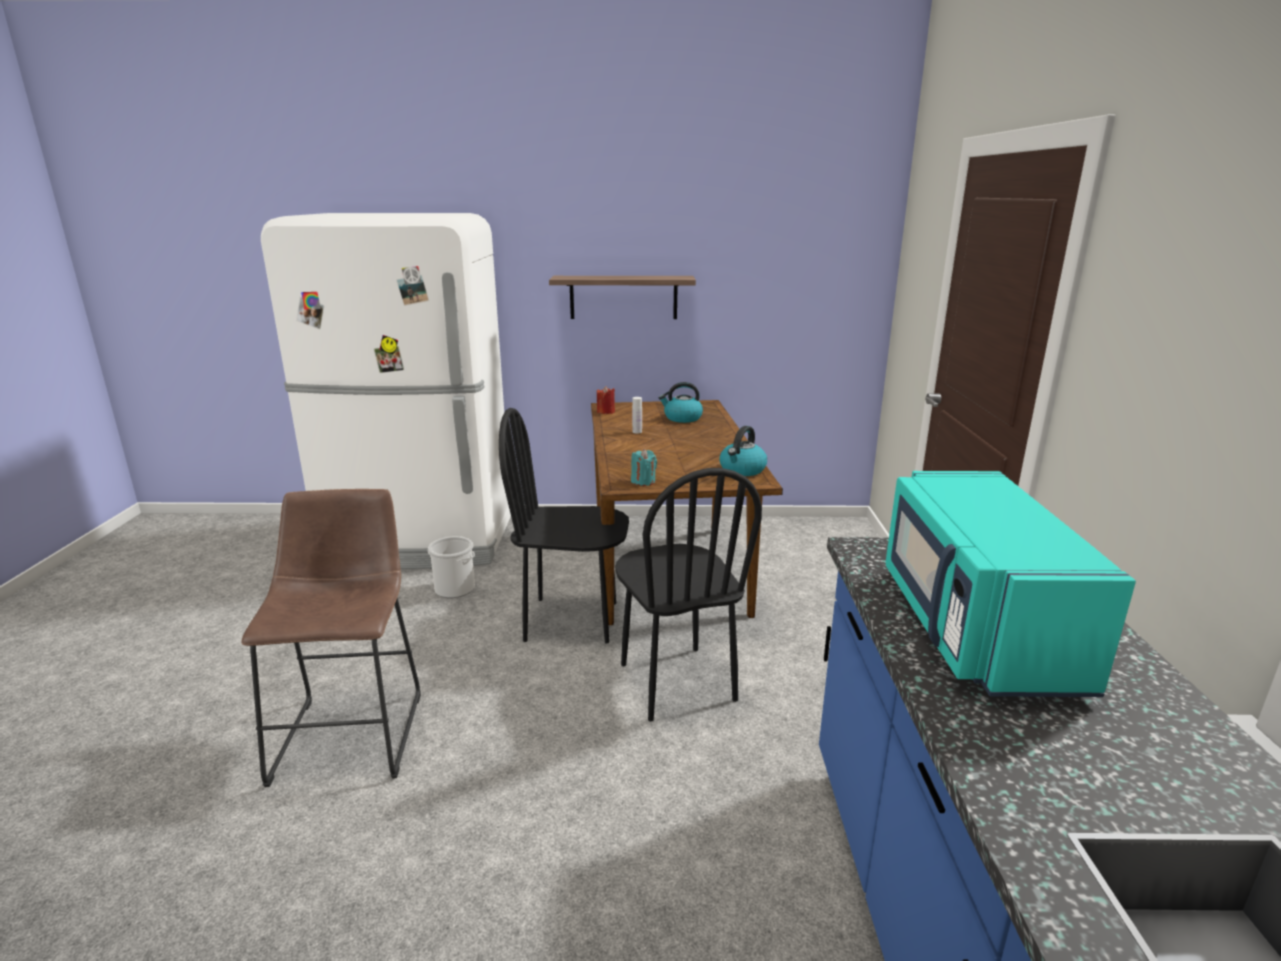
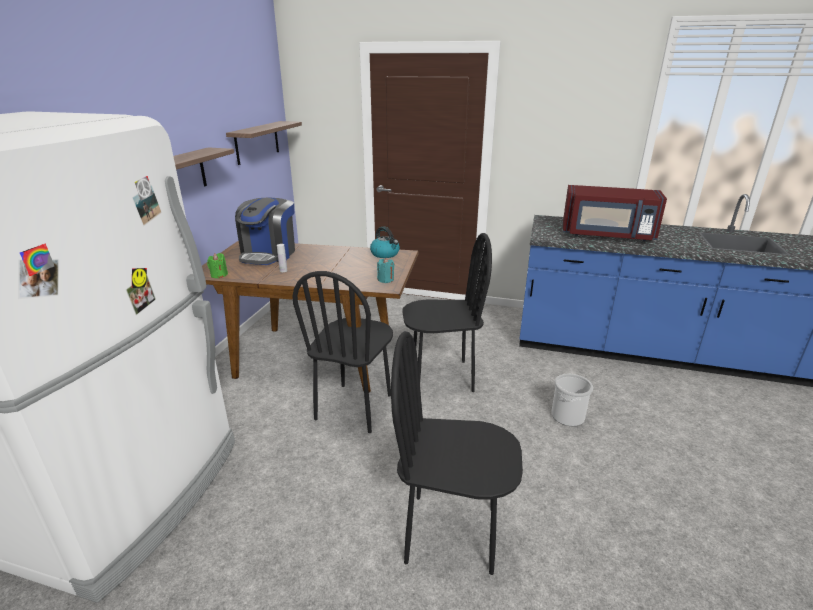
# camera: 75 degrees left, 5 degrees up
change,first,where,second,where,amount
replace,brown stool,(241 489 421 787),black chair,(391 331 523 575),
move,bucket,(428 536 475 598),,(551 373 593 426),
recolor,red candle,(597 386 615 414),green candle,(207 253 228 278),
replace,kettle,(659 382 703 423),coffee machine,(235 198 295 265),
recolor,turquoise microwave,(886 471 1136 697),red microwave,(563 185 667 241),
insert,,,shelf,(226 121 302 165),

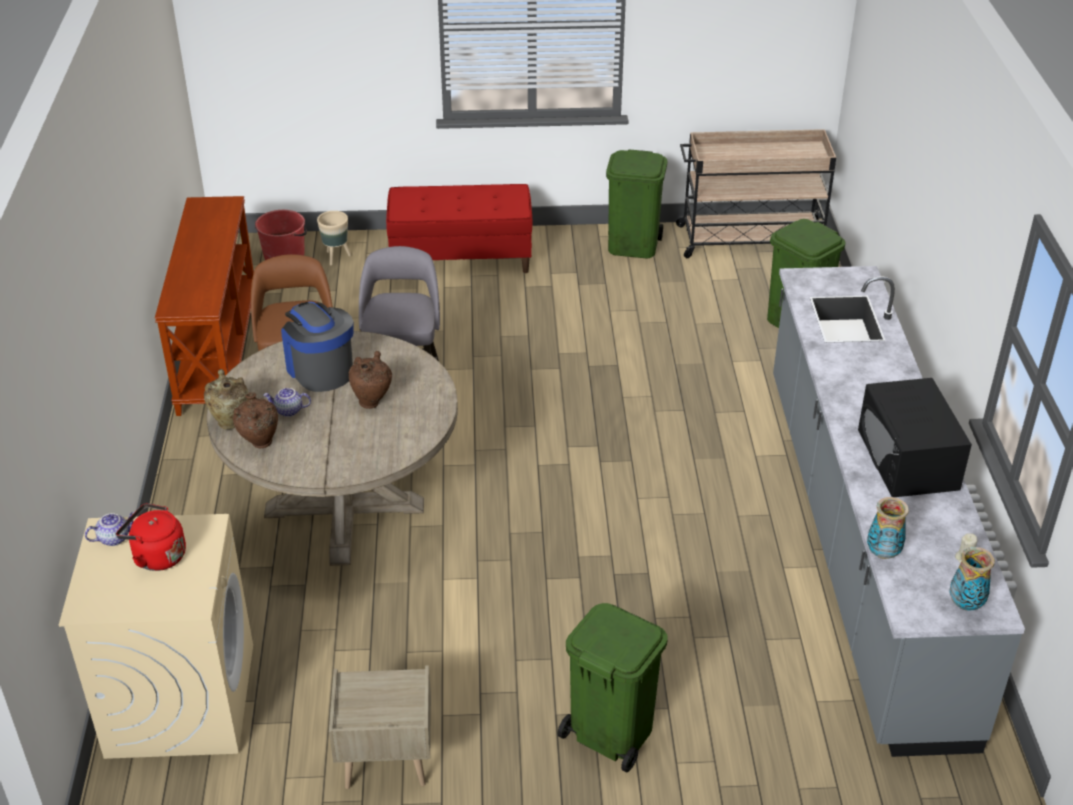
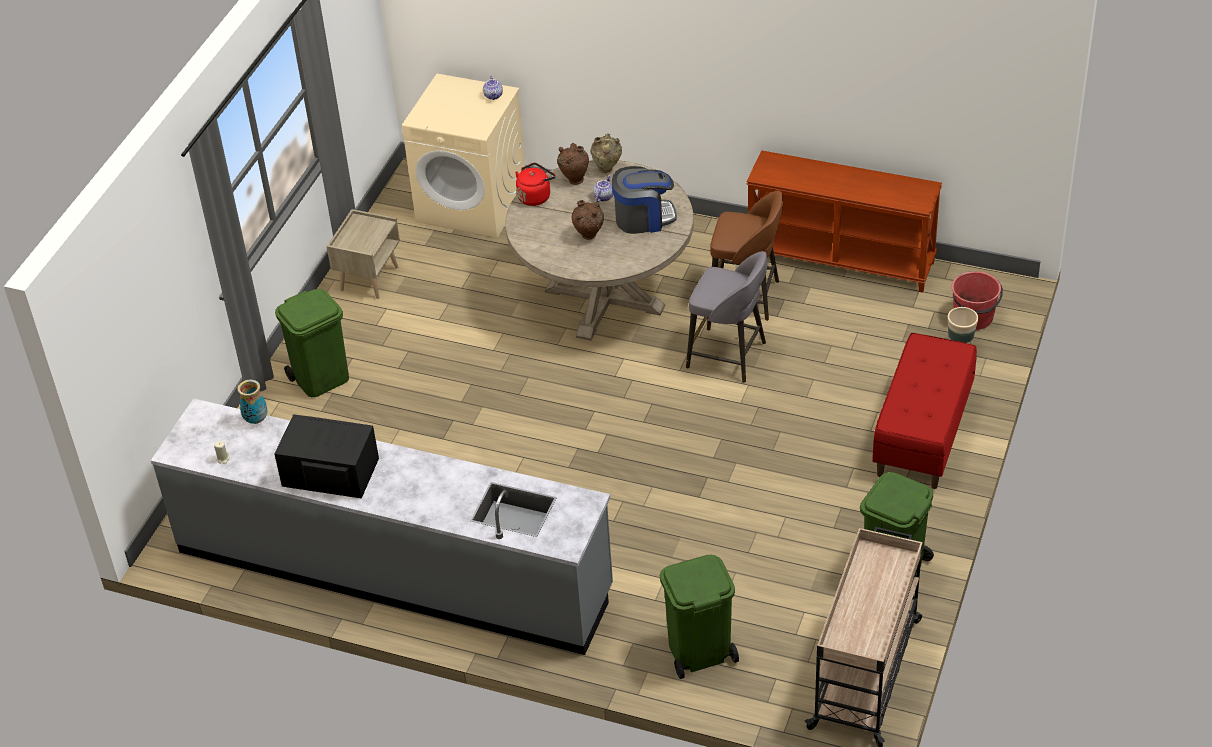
# camera: 115 degrees right, 5 degrees up
change,first,where,second,where,amount
move,red kettle,(116 503 186 571),,(515 163 556 206),
delete,vase,(949 547 995 610),,,

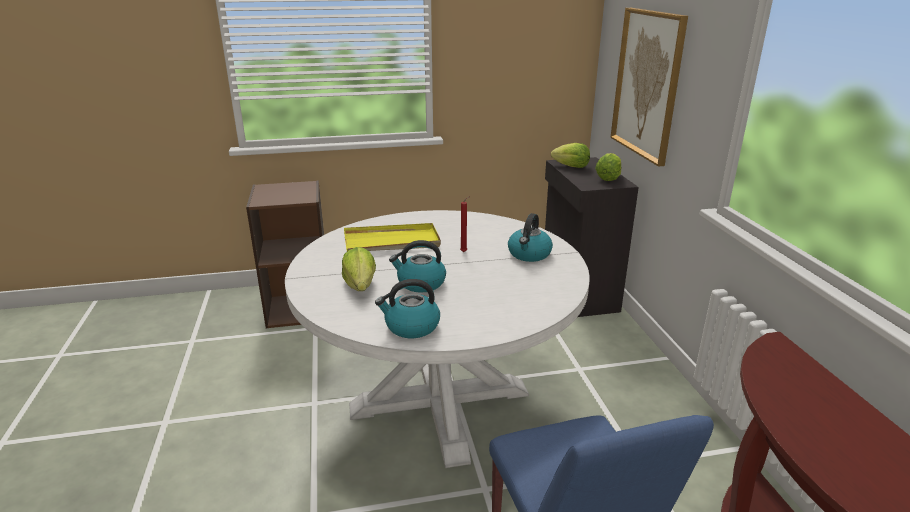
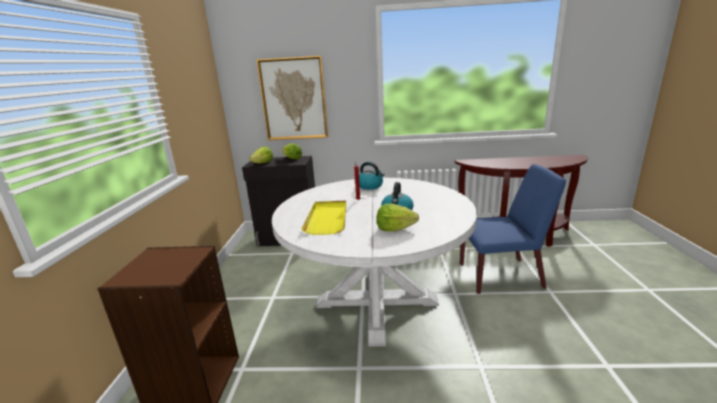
# camera: 75 degrees left, 5 degrees down
change,first,where,second,where,amount
delete,kettle,(375 279 440 338),,,

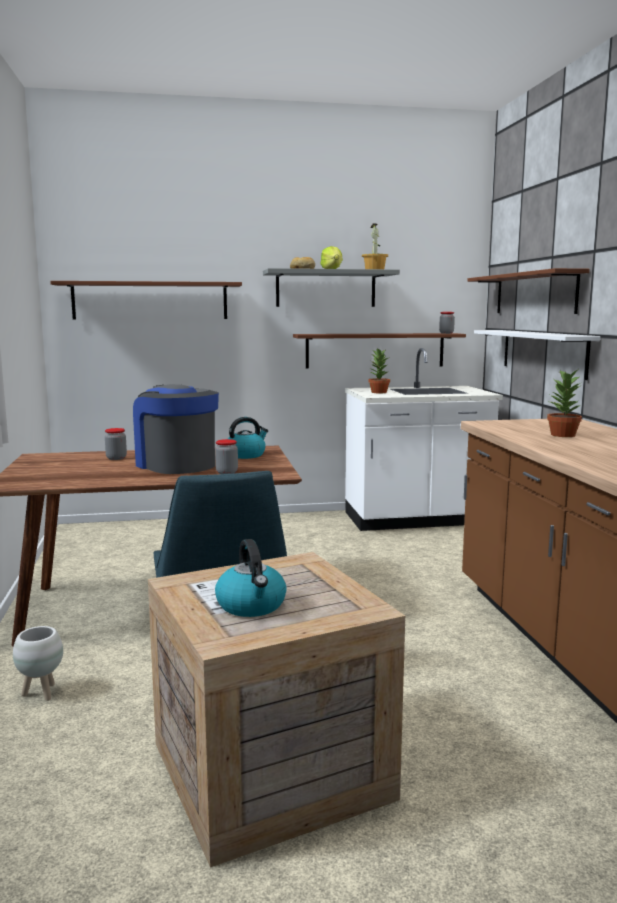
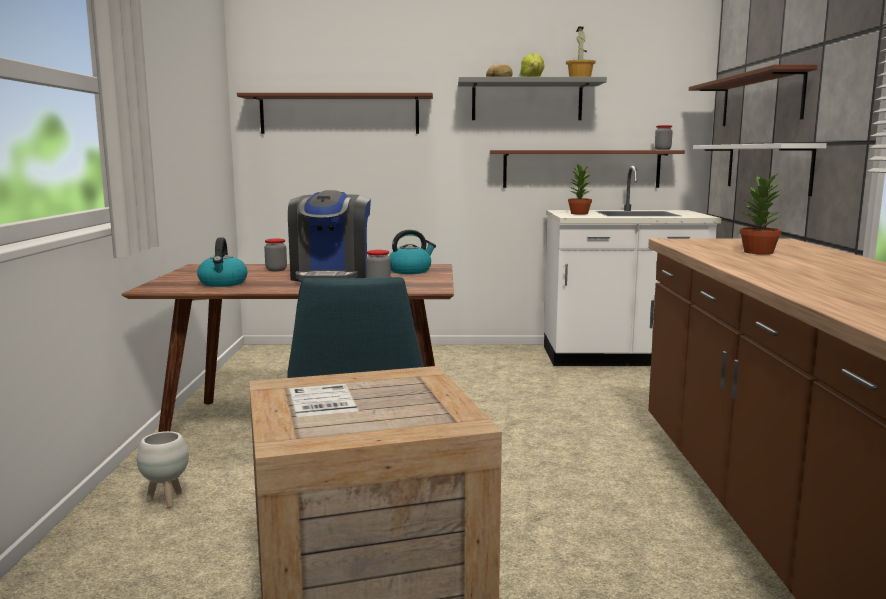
# camera: 10 degrees right, 0 degrees up
change,first,where,second,where,amount
rotate,coffee machine,(133 384 219 474),,(288 190 371 282),150 degrees counterclockwise
move,kettle,(215 539 287 617),,(197 238 247 287),

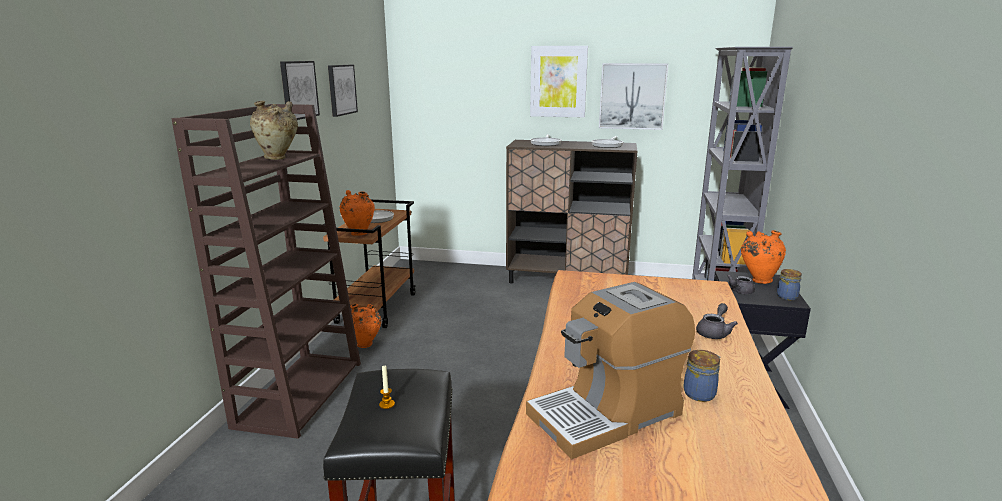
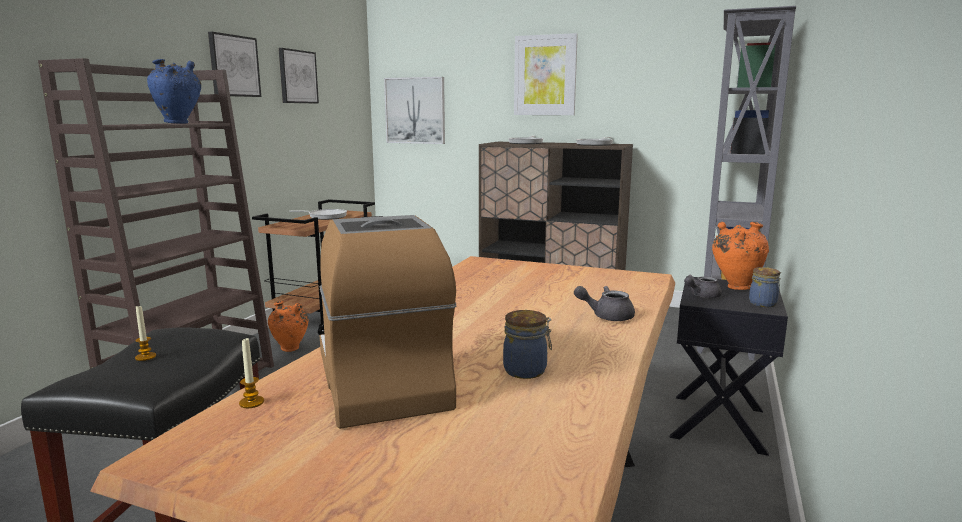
# camera: 10 degrees right, 5 degrees down
change,first,where,second,where,amount
recolor,beige vase,(250 101 298 160),blue vase,(147 59 201 124),
delete,orange vase,(339 190 375 236),,,
rotate,coffee machine,(526 282 695 459),,(320 215 456 429),90 degrees clockwise
move,picture,(599 63 668 130),,(384 77 445 144),
rotate,grey teapot,(696 303 738 339),,(574 286 635 321),135 degrees counterclockwise
insert,,,candle,(239 338 264 408),

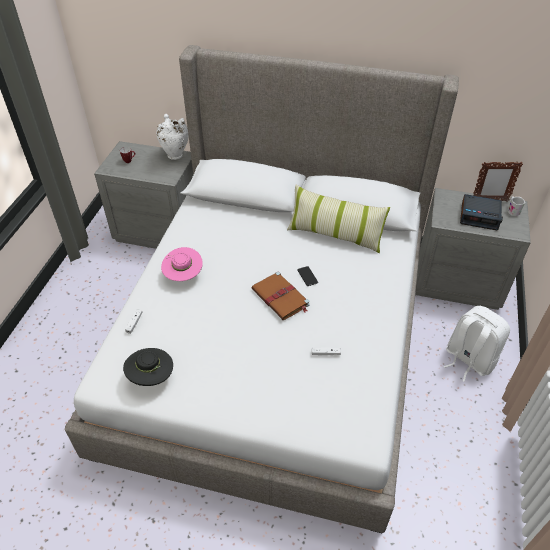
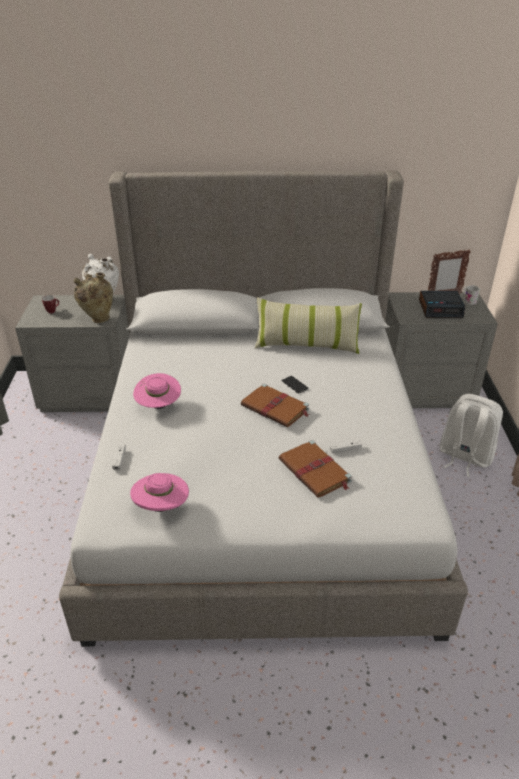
# camera: 15 degrees left, 10 degrees down
change,first,where,second,where,amount
recolor,black hat,(123 348 173 386),pink hat,(130 473 189 512),
insert,,,beige vase,(74 273 113 323),
insert,,,brown book,(279 440 352 498),

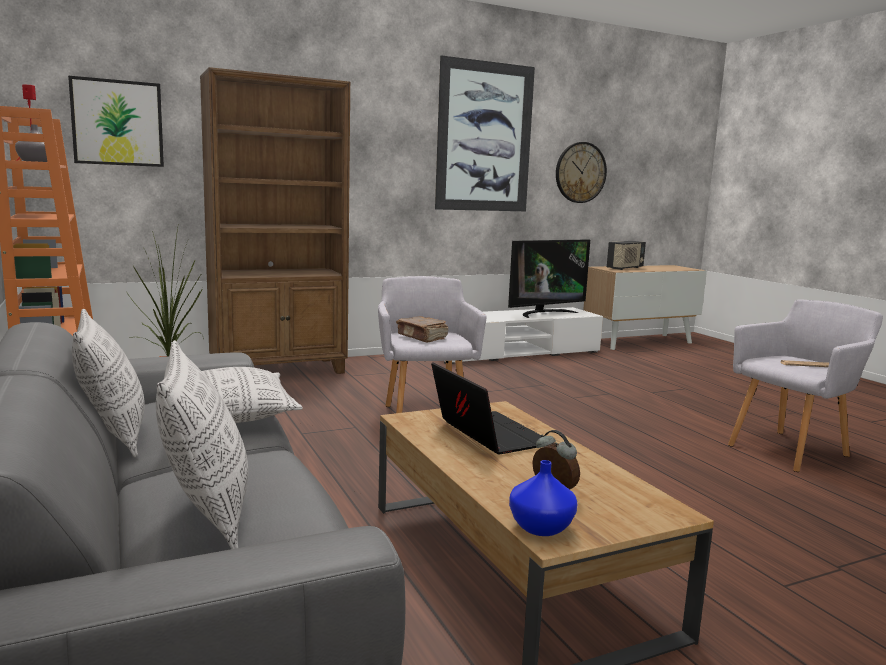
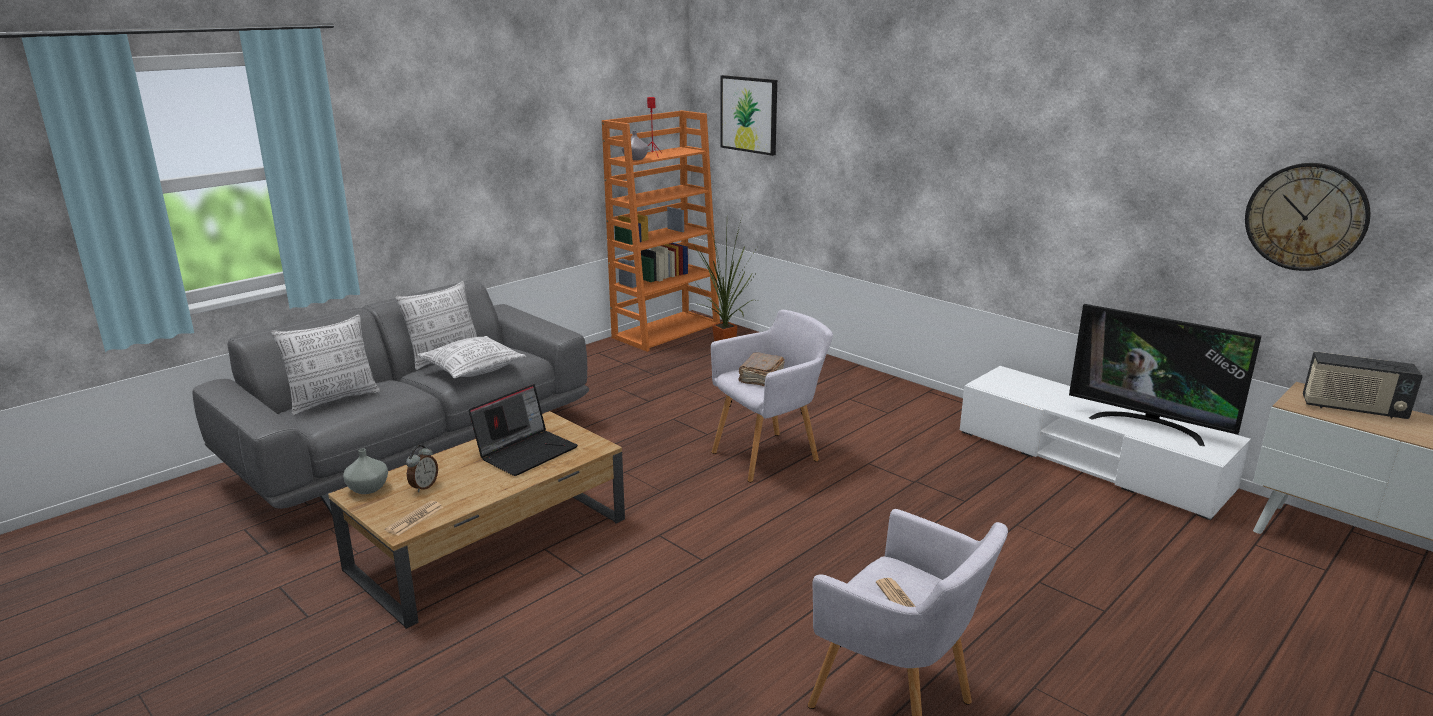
# camera: 70 degrees right, 10 degrees up
change,first,where,second,where,amount
delete,brown bookcase,(200 67 350 374),,,
delete,picture,(435 55 535 211),,,
recolor,blue vase,(509 460 577 536),grey vase,(343 449 388 494),
insert,,,newspaper,(385 501 443 536),

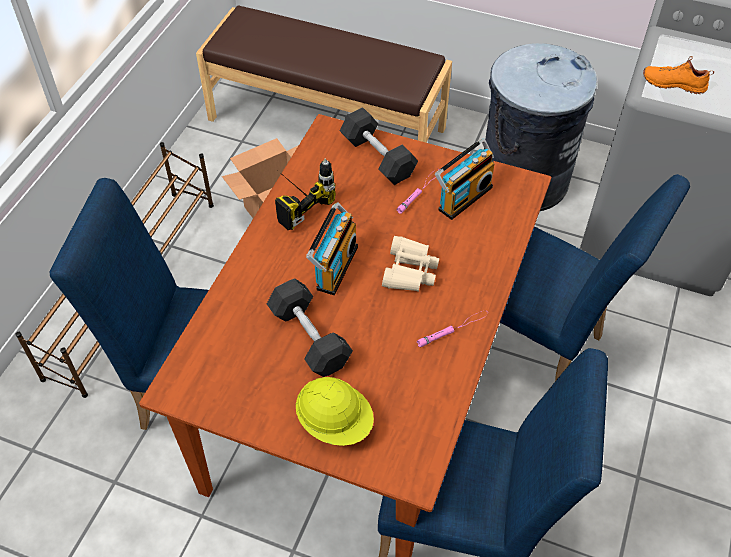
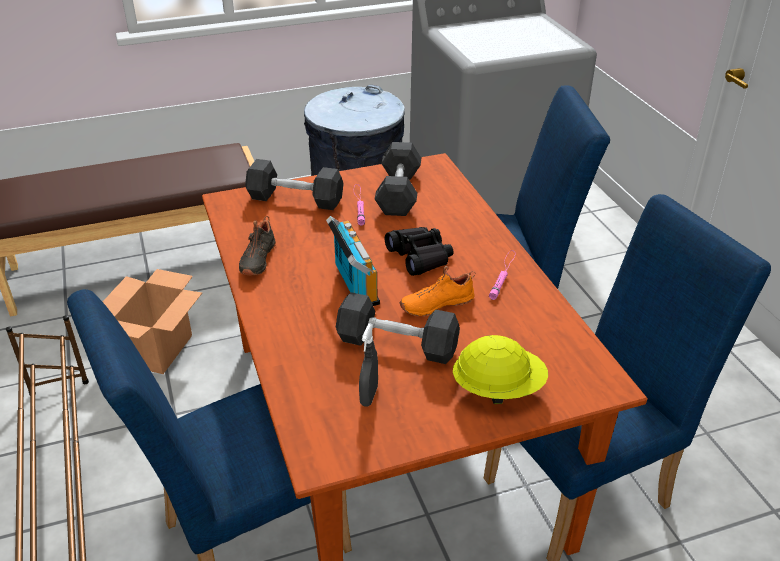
# camera: 40 degrees left, 15 degrees down
change,first,where,second,where,amount
replace,power drill,(275 158 336 230),black shoe,(239 216 276 275),
recolor,beige binoculars,(382 236 439 292),black binoculars,(385 227 453 276),
replace,radio,(435 138 494 220),grey dumbbell,(375 142 421 216),
move,orange shoe,(643 56 714 94),,(400 266 476 317),
insert,,,grey spray bottle,(359 323 378 407),

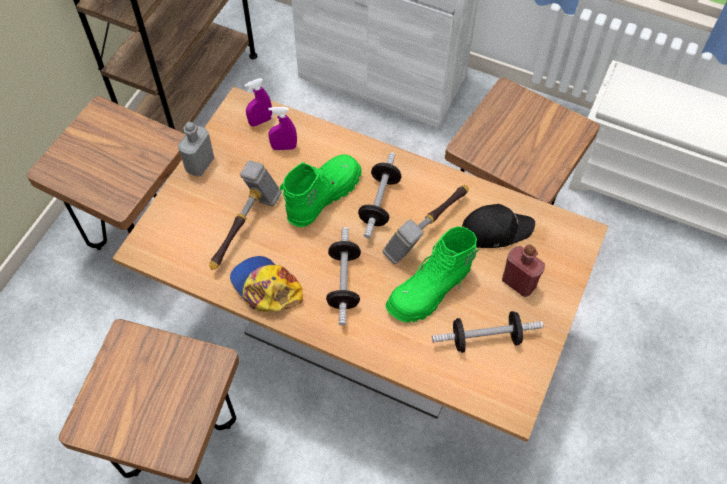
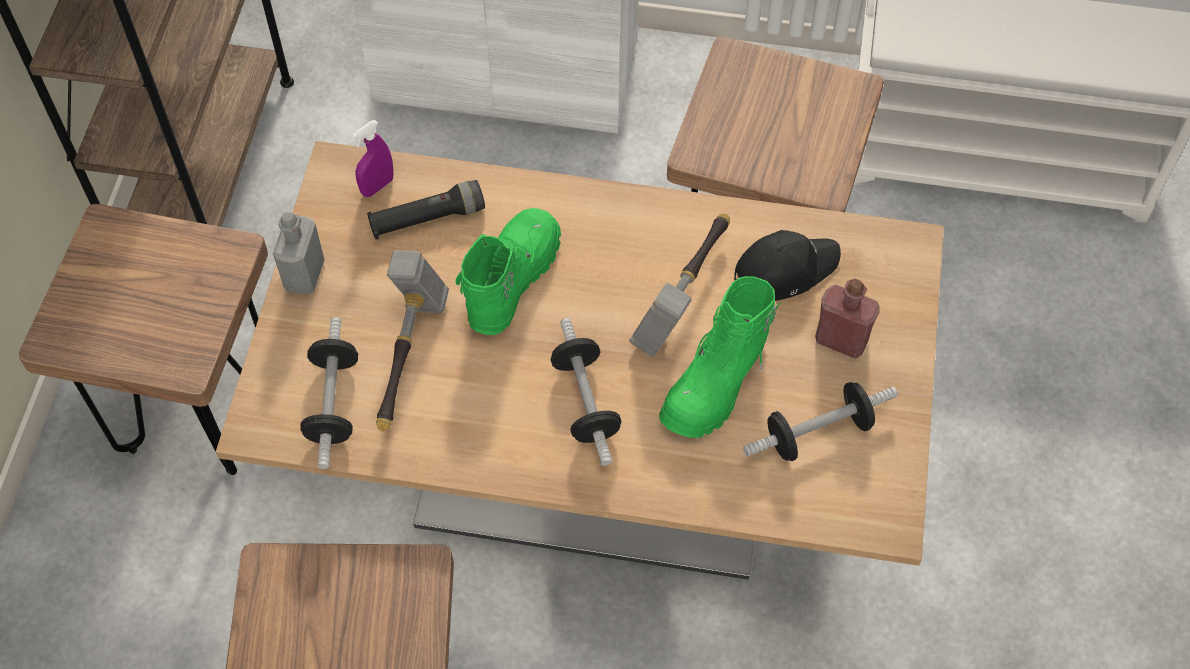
# camera: 15 degrees left, 0 degrees up
change,first,where,second,where,amount
delete,cap,(230 256 303 312),,,
replace,purple spray bottle,(268 107 297 150),black flashlight,(367 180 485 239),
move,dumbbell,(358 152 401 238),,(300 317 358 469),

